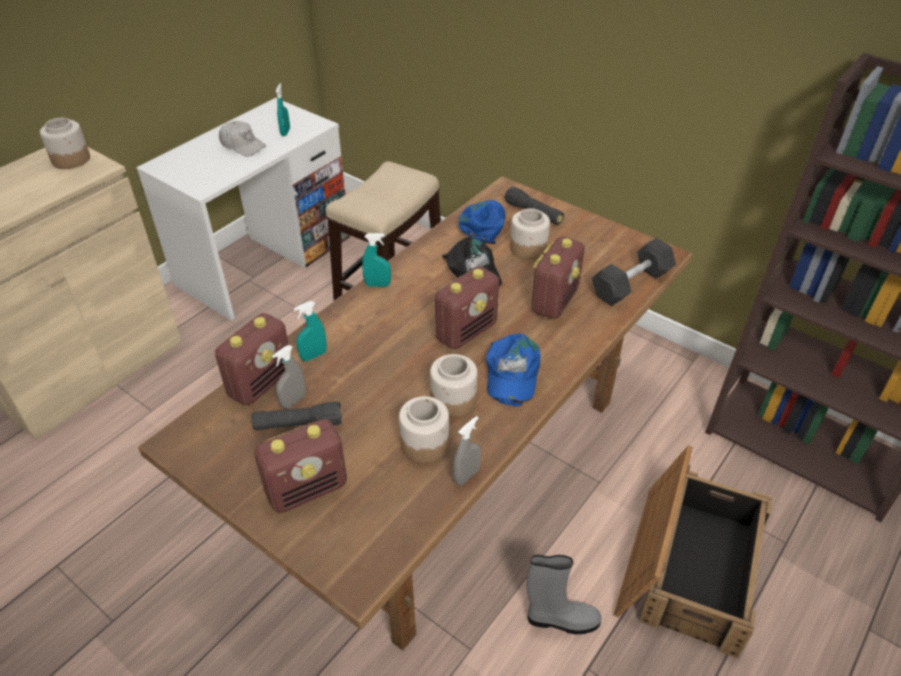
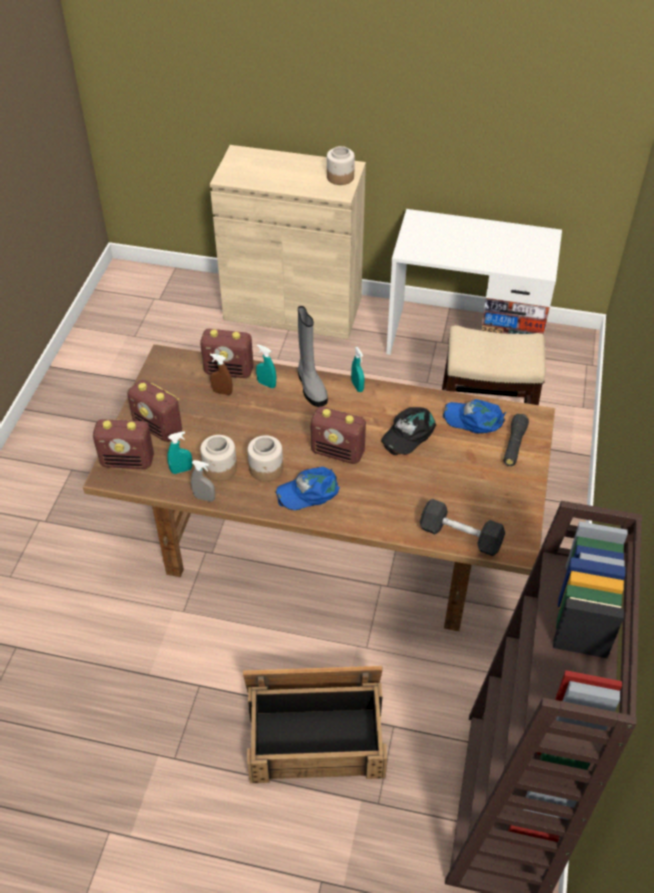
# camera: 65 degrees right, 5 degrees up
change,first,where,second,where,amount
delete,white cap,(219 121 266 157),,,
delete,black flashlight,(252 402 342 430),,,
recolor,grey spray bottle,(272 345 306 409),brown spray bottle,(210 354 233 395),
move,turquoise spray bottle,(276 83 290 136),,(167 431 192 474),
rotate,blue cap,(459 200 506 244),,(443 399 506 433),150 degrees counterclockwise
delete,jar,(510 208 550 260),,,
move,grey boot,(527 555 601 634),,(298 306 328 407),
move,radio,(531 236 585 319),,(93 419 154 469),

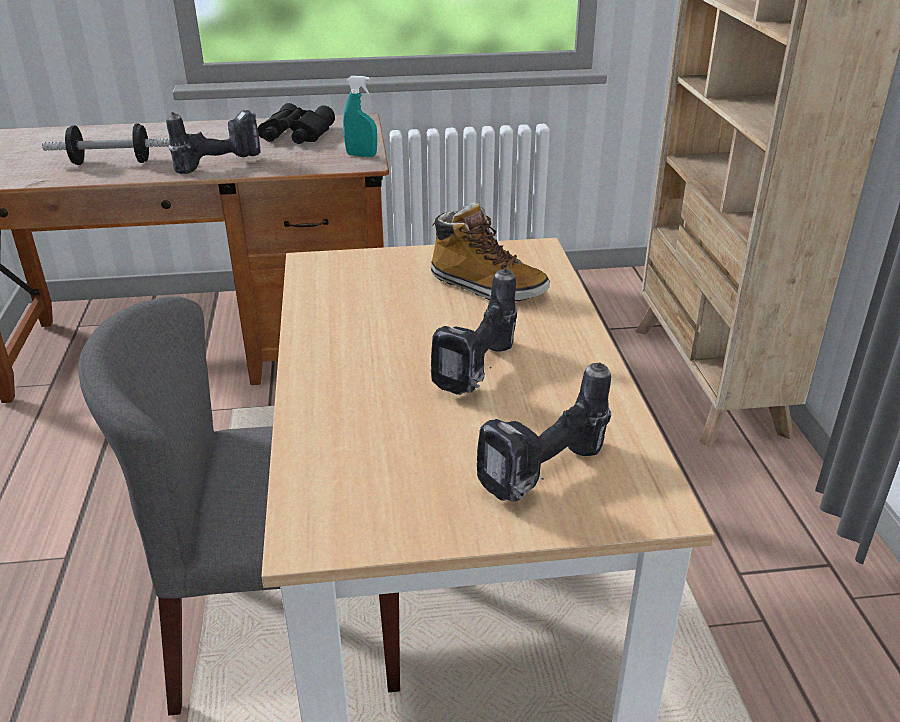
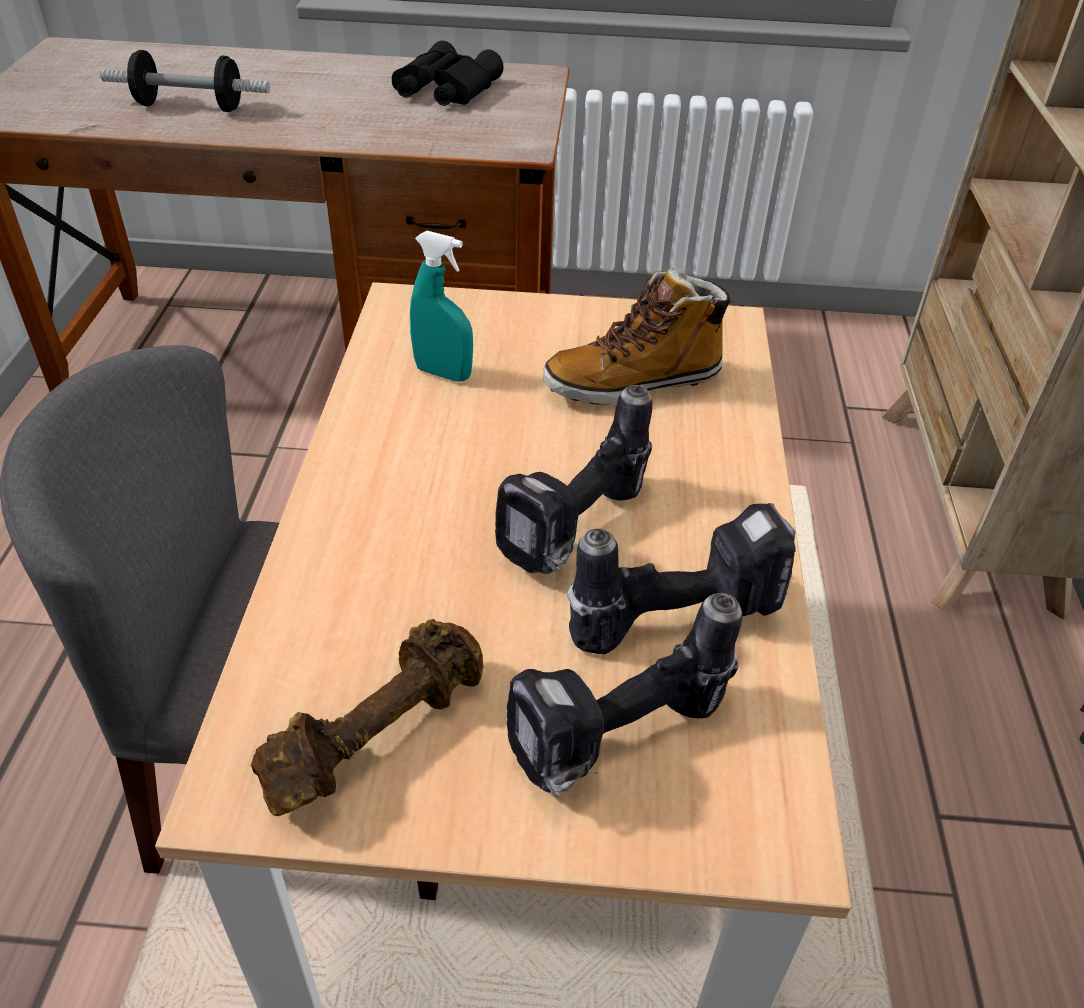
# camera: 10 degrees right, 10 degrees up
change,first,where,second,where,amount
move,power drill,(166 110 261 174),,(567 503 796 654),
move,turquoise spray bottle,(343 76 377 157),,(410 231 473 382),
rotate,boot,(431 203 550 301),,(543 267 733 405),120 degrees clockwise
insert,,,brown dumbbell,(250 619 483 816),

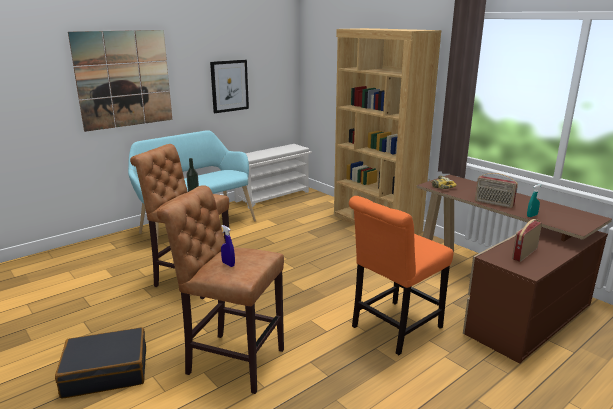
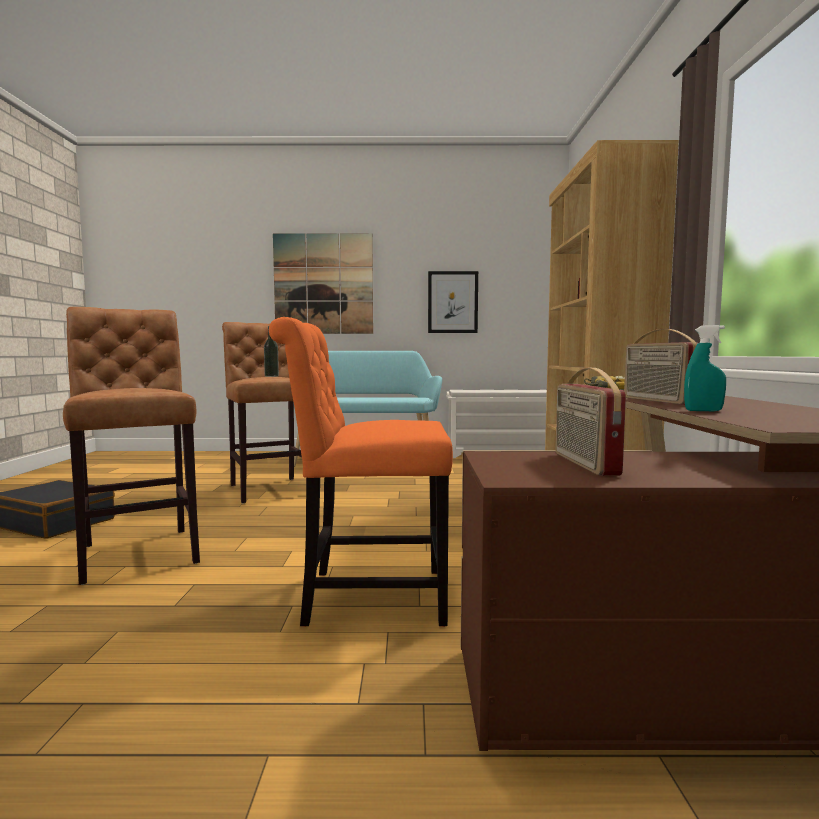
# camera: 40 degrees right, 15 degrees down
change,first,where,second,where,amount
delete,blue spray bottle,(221 225 235 267),,,
rotate,radio,(512 219 542 262),,(556 368 626 476),90 degrees counterclockwise

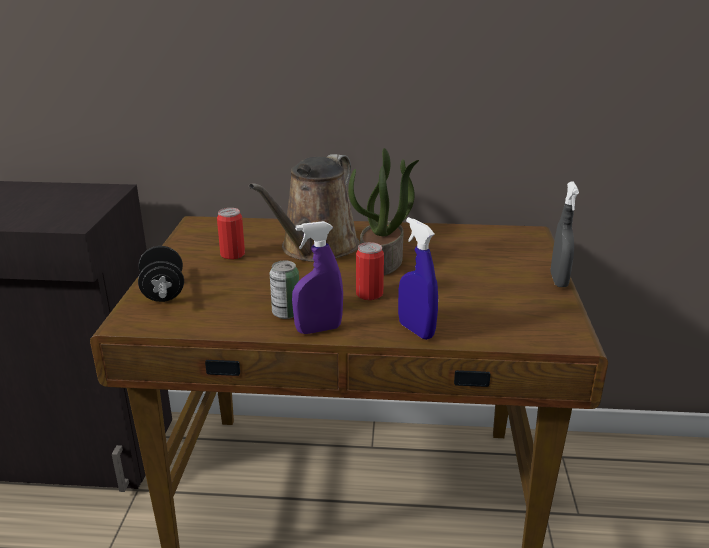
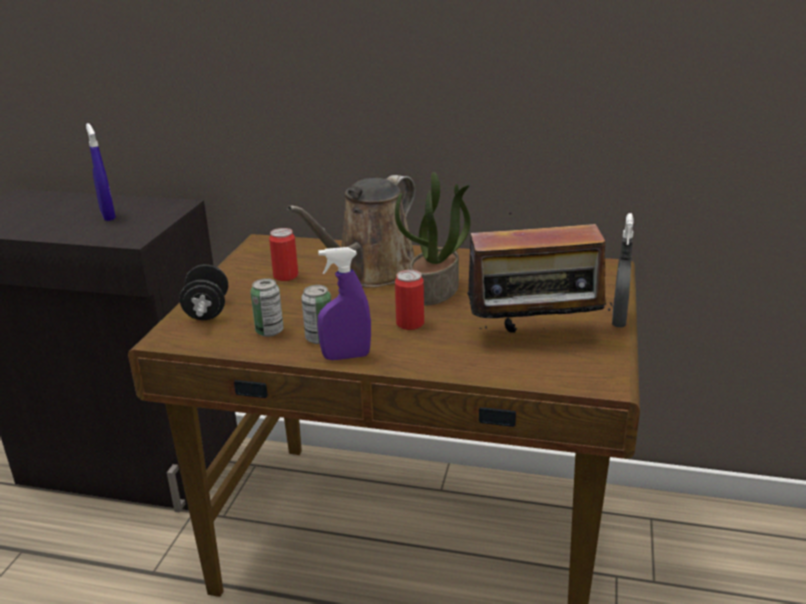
# camera: 10 degrees right, 0 degrees up
change,first,where,second,where,amount
move,blue spray bottle,(398 217 438 340),,(86 123 116 221),
insert,,,can,(250 278 284 337),
insert,,,radio,(457 213 612 333),

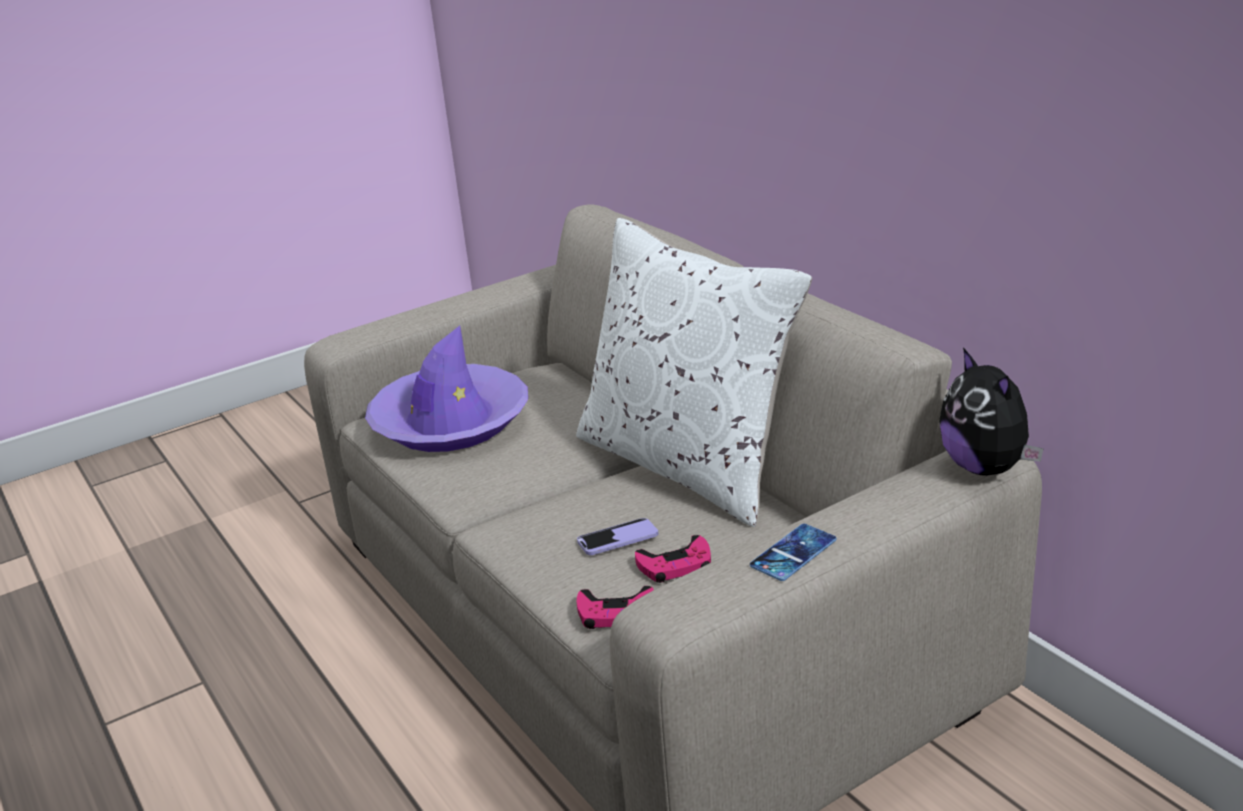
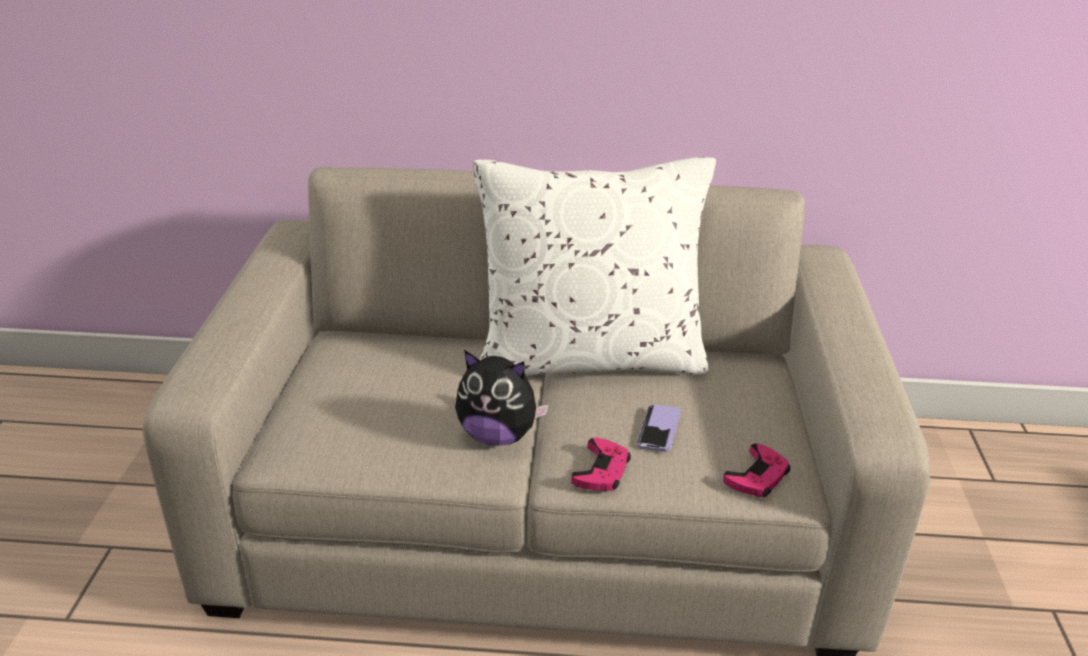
# camera: 55 degrees left, 5 degrees up
change,first,where,second,where,amount
delete,purple hat,(365 326 528 452),,,
move,pink game controller,(635 535 711 583),,(571 438 631 491),
delete,phone,(750 524 836 581),,,
move,plush toy,(939 347 1043 476),,(455 350 549 446),

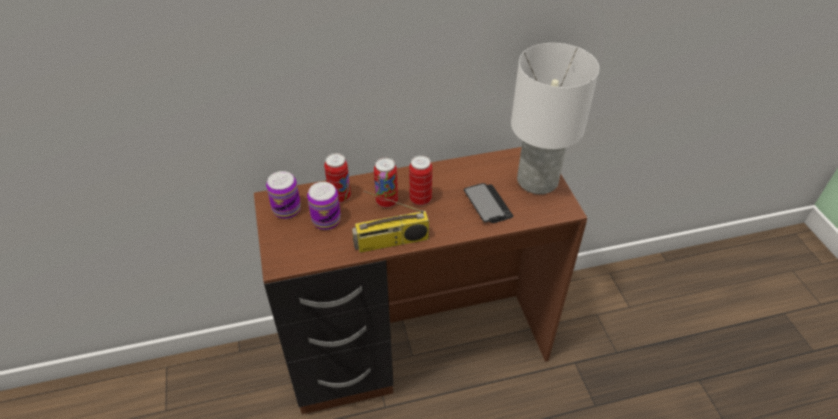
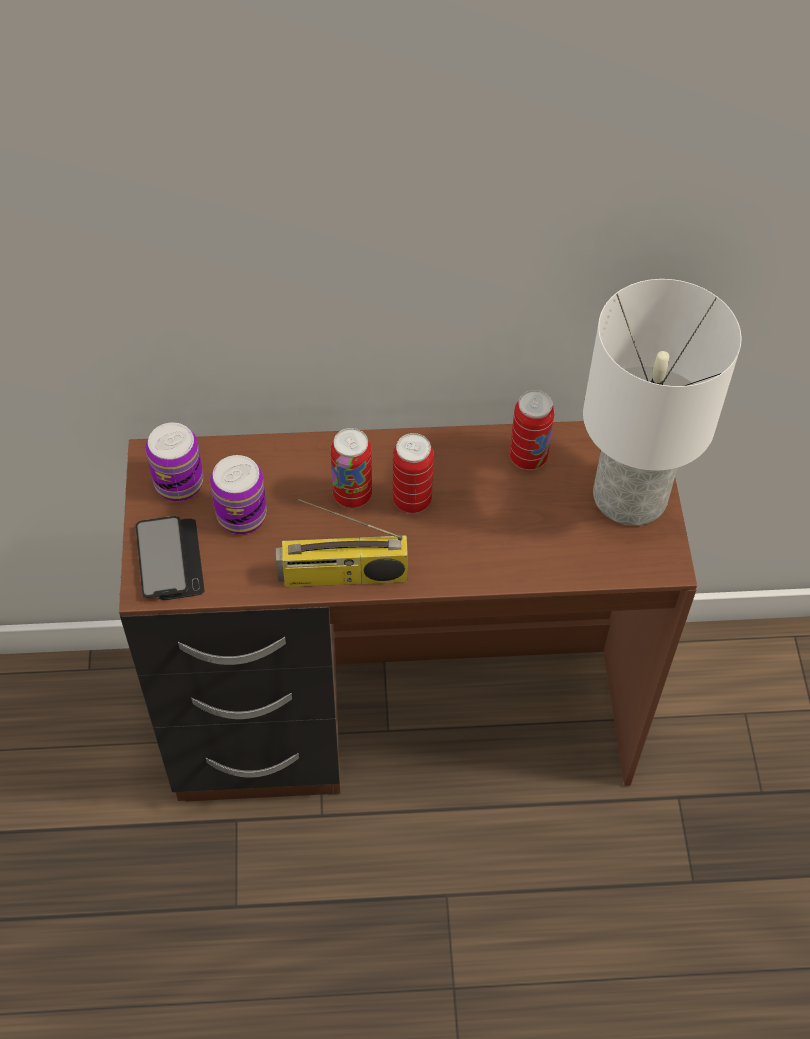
# camera: 10 degrees right, 10 degrees up
change,first,where,second,where,amount
move,can,(324 153 351 203),,(510 390 555 470),
move,phone,(464 183 513 223),,(136 516 205 600),

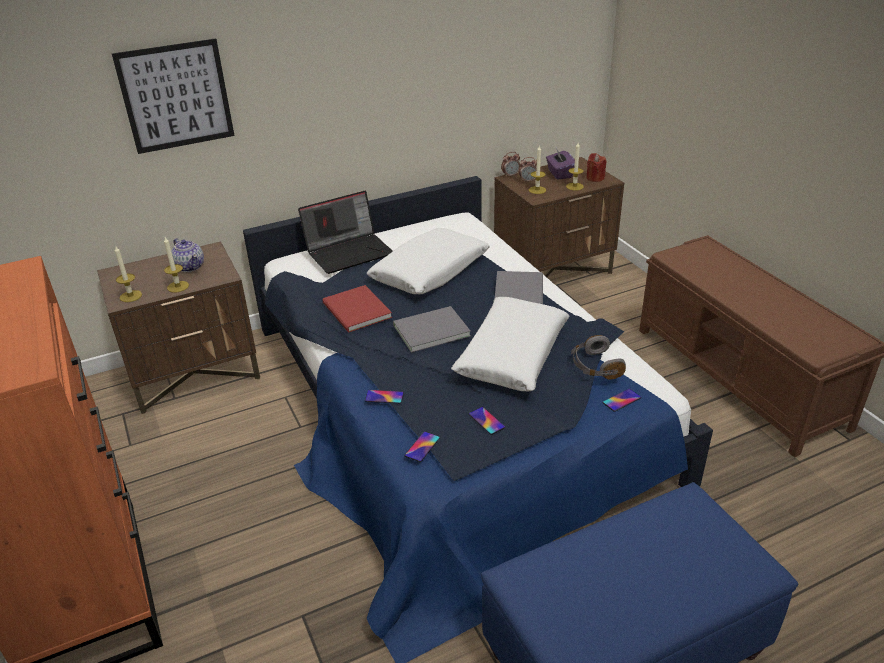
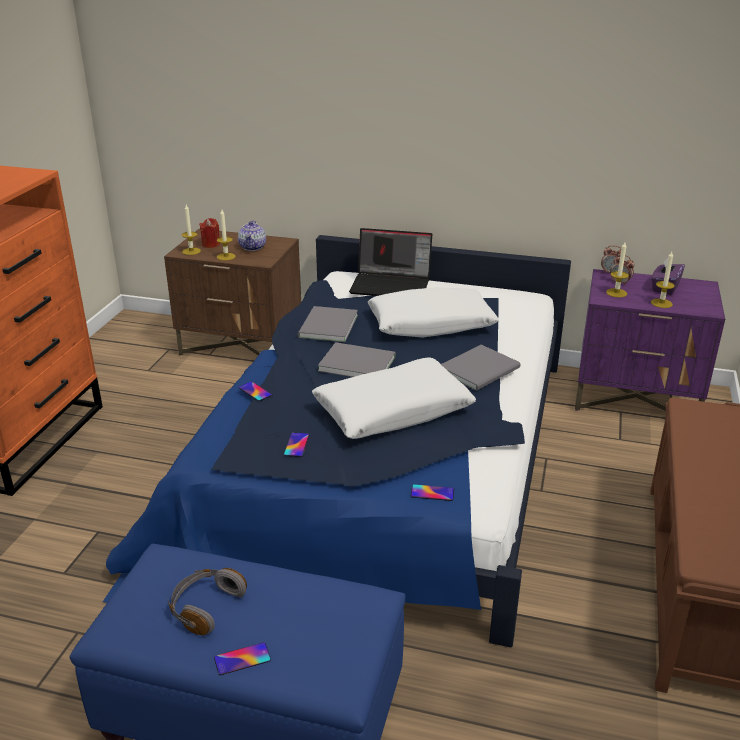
# camera: 40 degrees right, 5 degrees down
change,first,where,second,where,amount
delete,picture,(112 38 235 154),,,
recolor,red book,(322 285 392 332),grey book,(298 306 358 342),
move,phone,(404 431 440 462),,(214 642 271 675),
recolor,brown nightstand,(494 157 624 277),purple nightstand,(575 269 725 411),
move,grey headphones,(571 335 626 379),,(167 568 247 636),
move,red candle,(587 153 606 182),,(199 218 220 248),

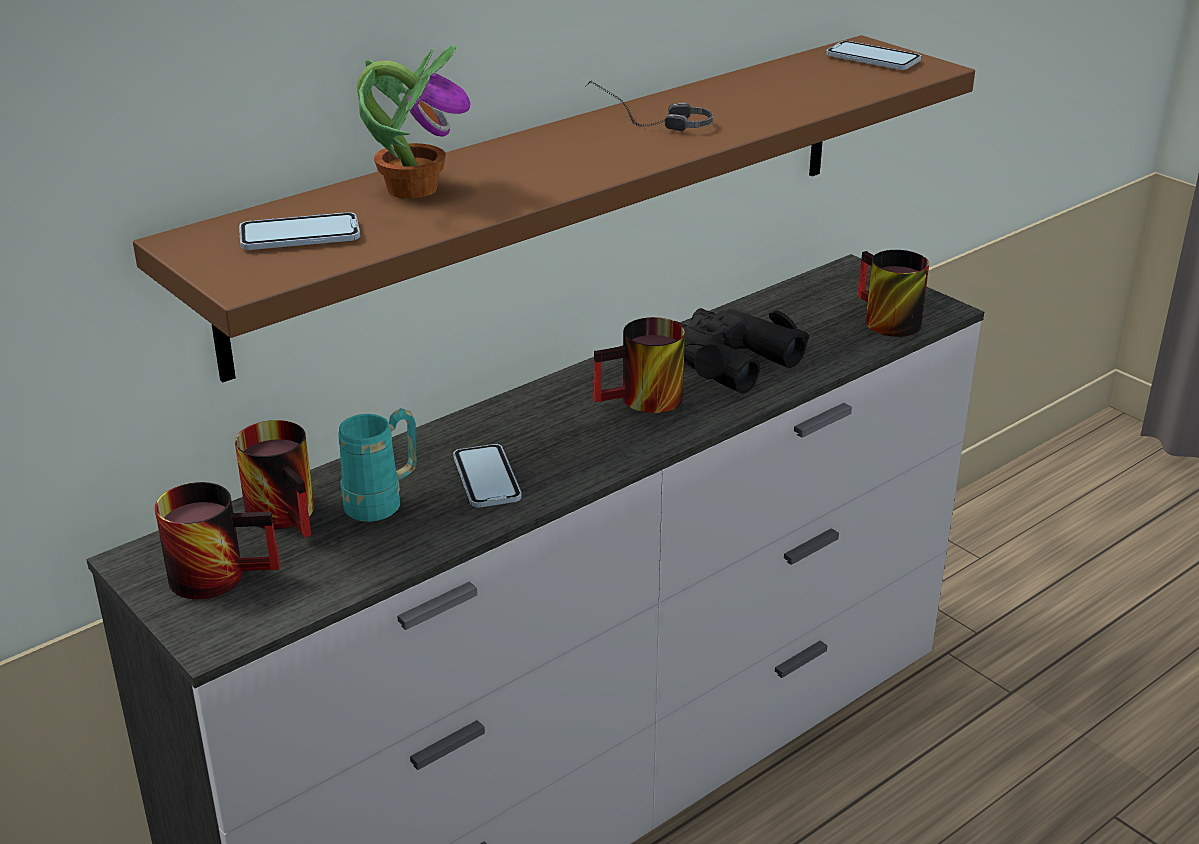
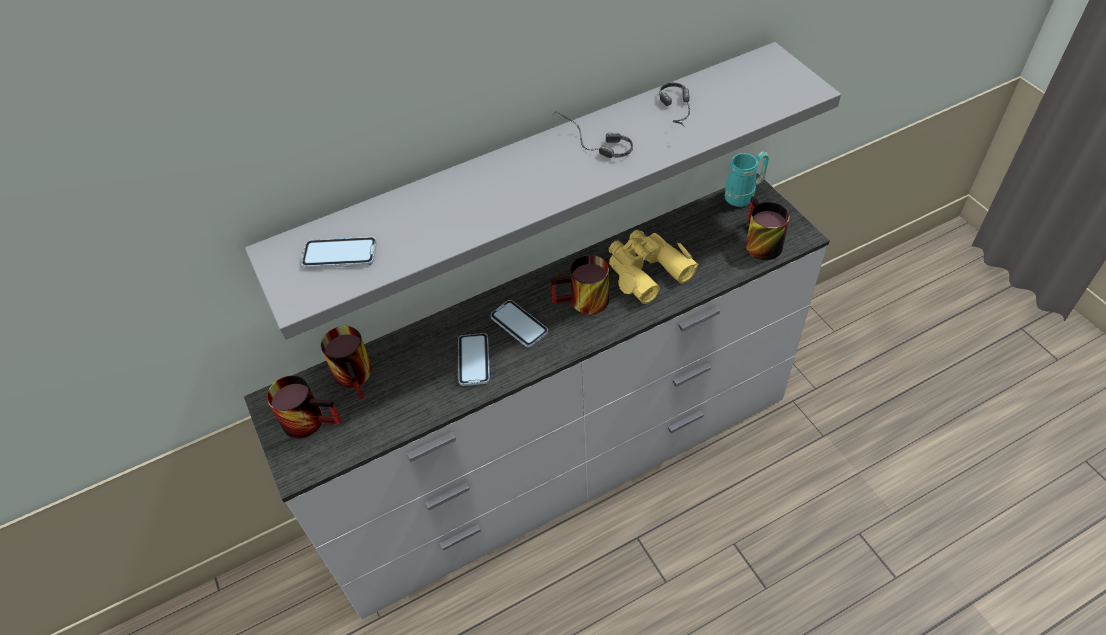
# camera: 15 degrees right, 20 degrees up
change,first,where,second,where,amount
recolor,brown shelf,(133 35 975 382),grey shelf,(245 42 841 340),
move,turquoise mug,(339 408 417 522),,(725 151 769 207),
delete,potted plant,(357 44 470 199),,,
recolor,black binoculars,(675 308 809 394),yellow binoculars,(609 230 699 304),
move,phone,(826 41 921 70),,(490 300 548 347),
insert,,,headphones,(659 82 690 128),

